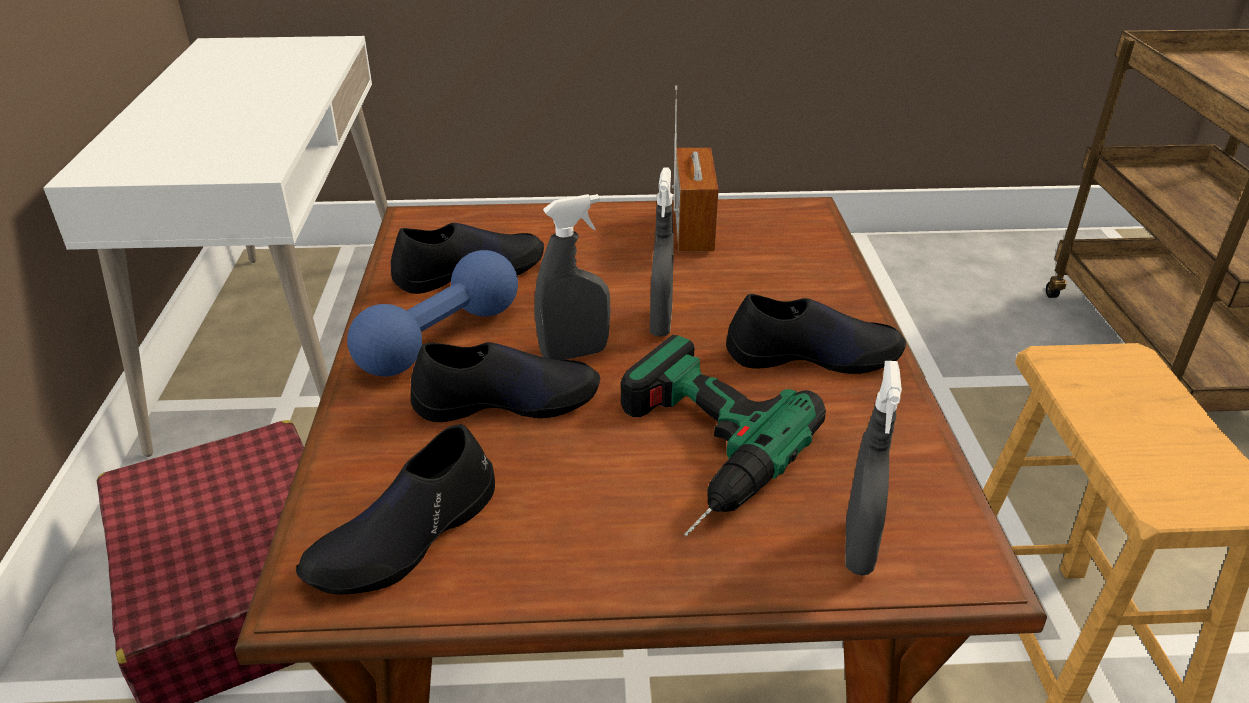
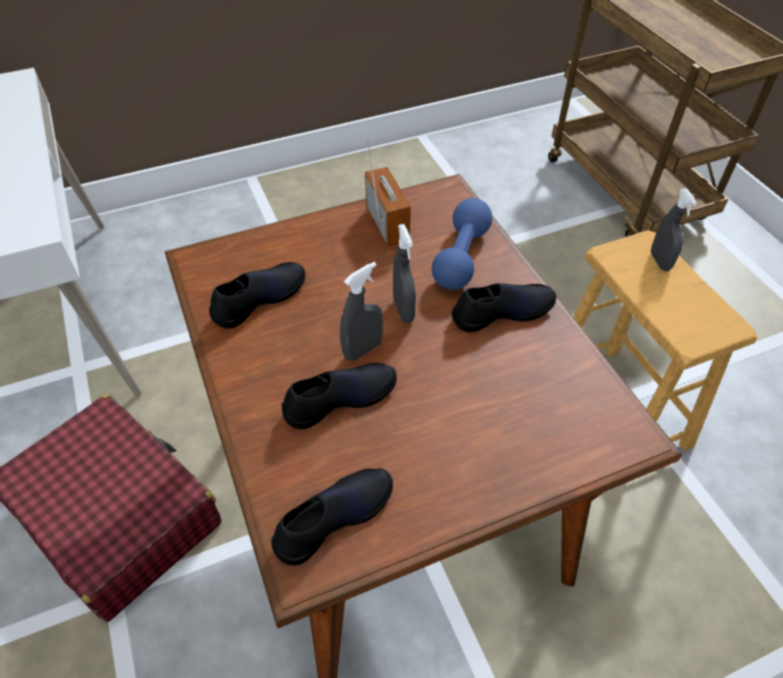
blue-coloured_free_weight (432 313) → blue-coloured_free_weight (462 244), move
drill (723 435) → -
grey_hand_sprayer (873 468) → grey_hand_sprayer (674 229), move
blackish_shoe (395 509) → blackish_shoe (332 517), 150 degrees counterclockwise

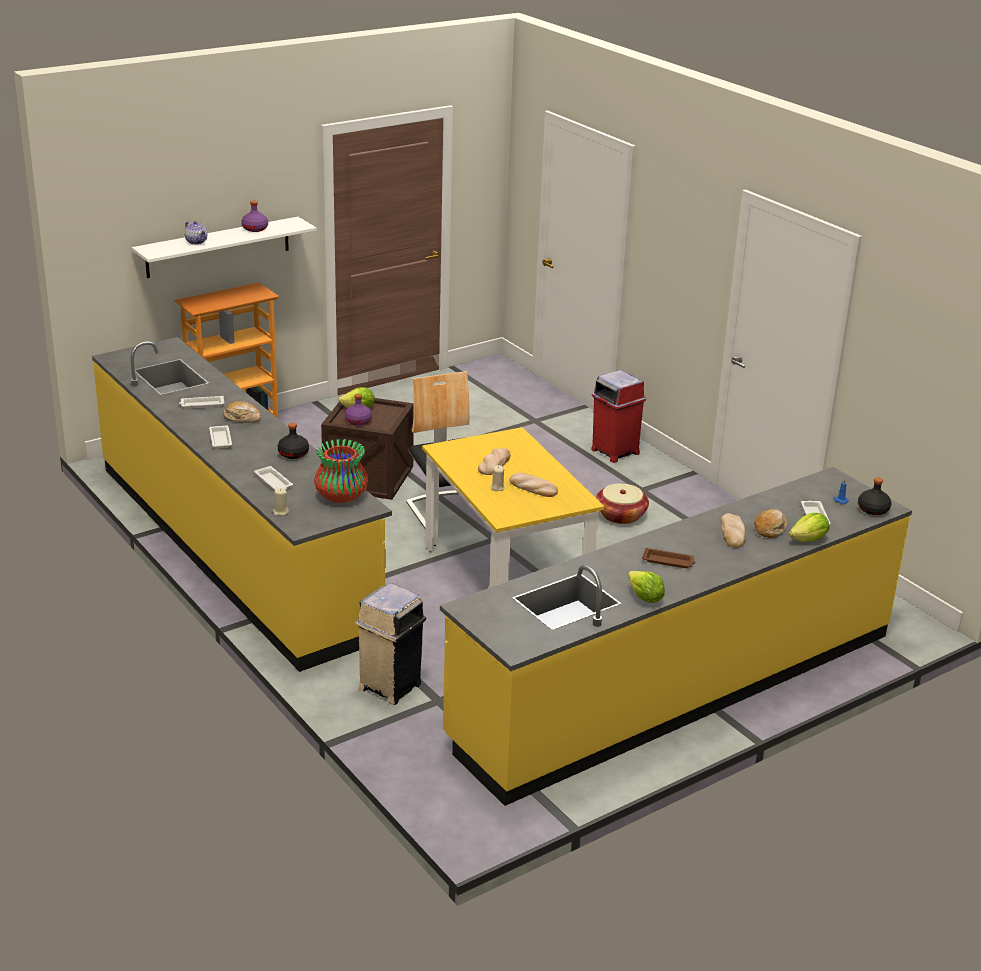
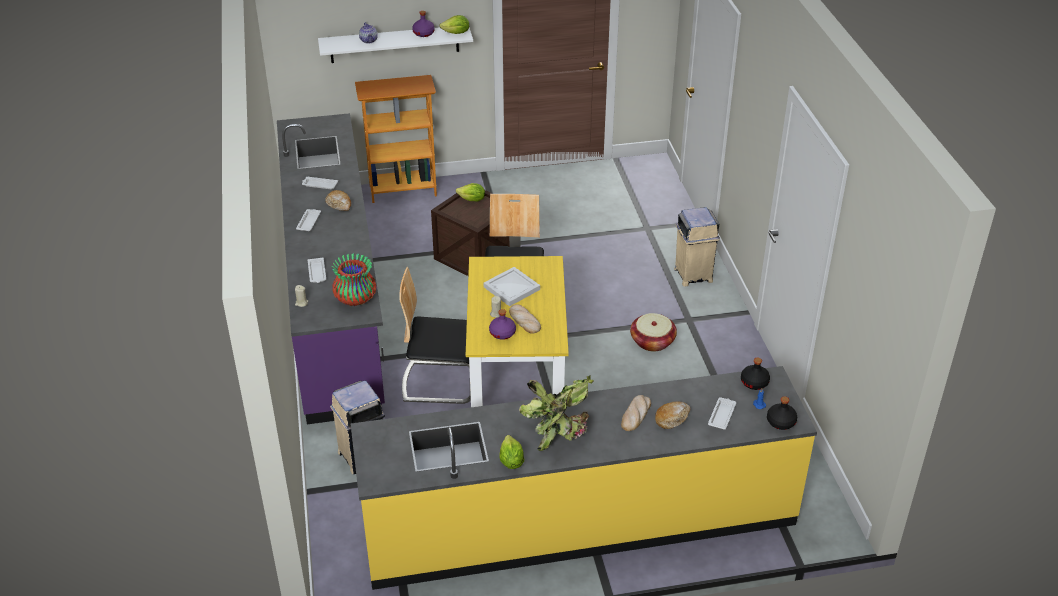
yellow_counter (242 504) → purple_counter (331 268)
reddish_rubbish_bin (618 416) → beige-coloured_rubbish_bin (697 246)
purple_bottle (358 410) → purple_bottle (502 324), move
blackish_bottle (293 441) → blackish_bottle (755 374), move
bread (494 461) → white-coloured_tray (512 287)
lettuce_head (809 527) → lettuce_head (454 24), move
brownish_tray (669 557) → plant_in_a_pot (556 413)
- → plain_chair (435 335)

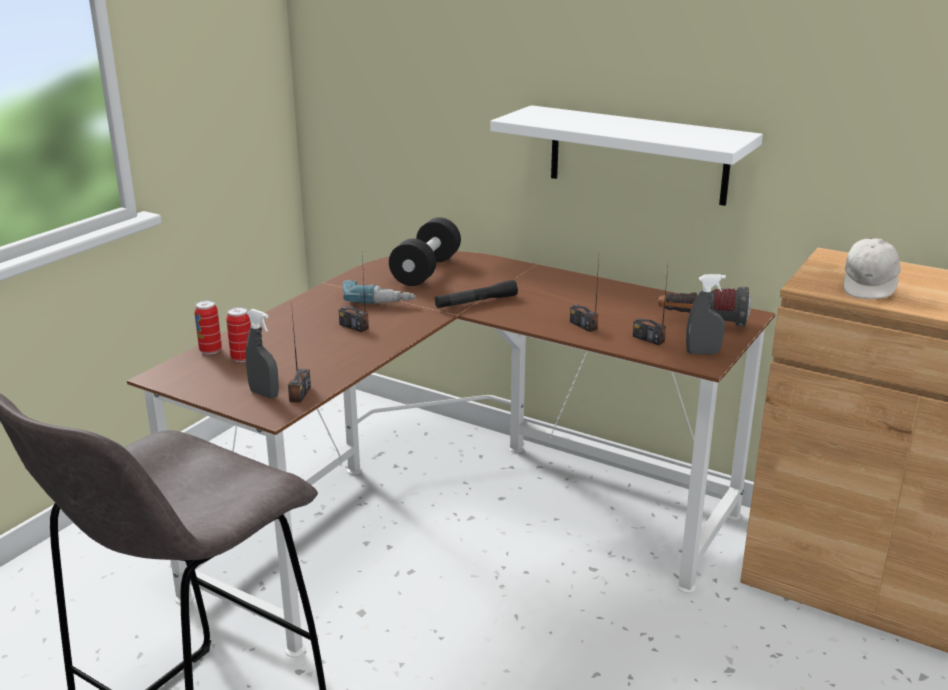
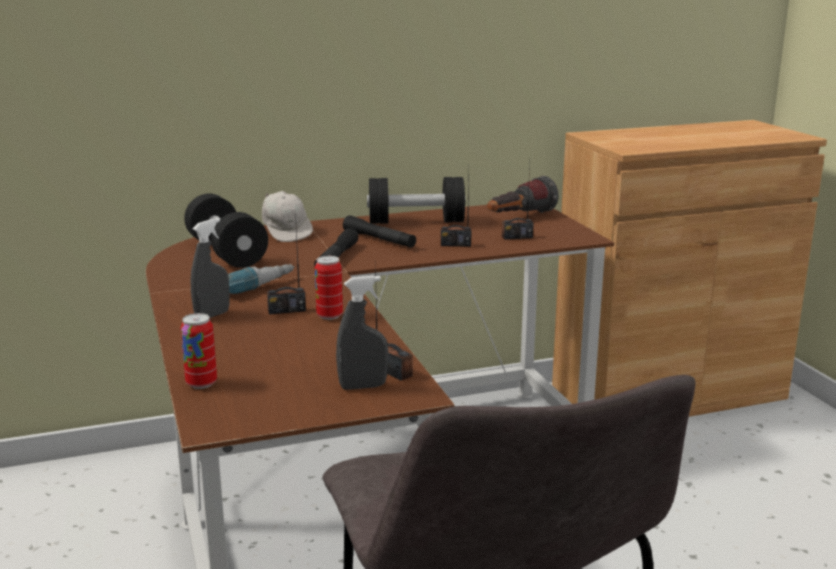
white-coloured_wall_shelf (626 155) → -
white-coloured_peaked_cap (872 268) → white-coloured_peaked_cap (287 216), move
grey_hand_sprayer (706 314) → grey_hand_sprayer (210 268), move
metal_can (238 334) → metal_can (329 288), move
- → blackish_free_weight (416 200)
- → blackish_torch (379 231)

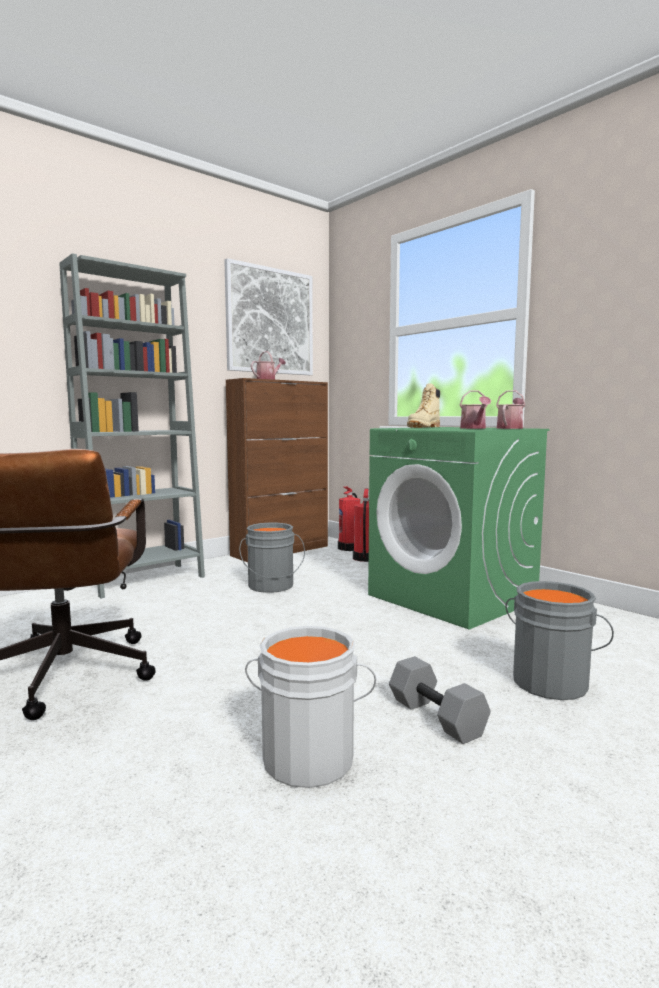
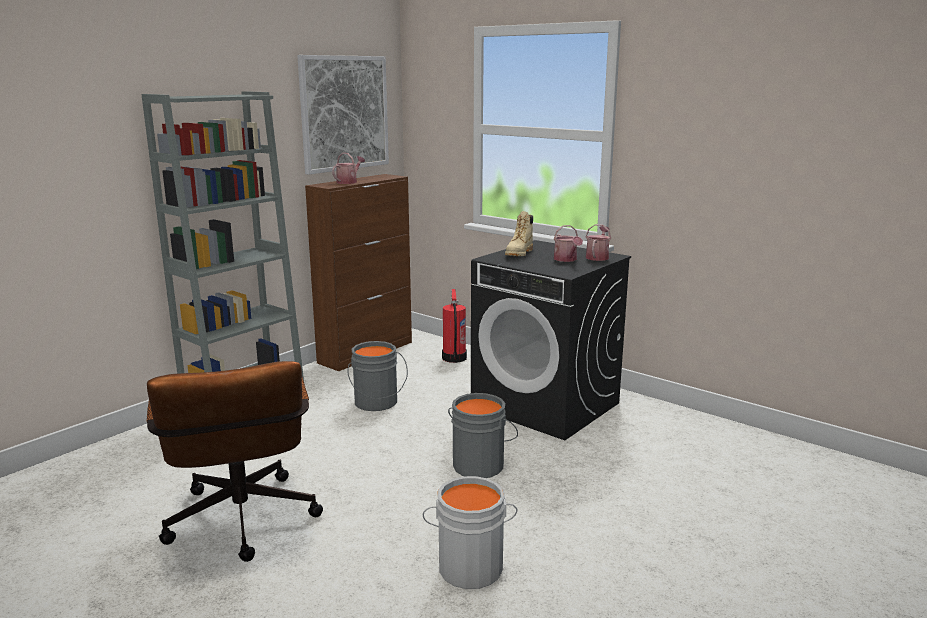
green_washing_machine (458 528) → blackish_washing_machine (551 340)
fire_extinguisher (349 518) → -
grey_pail (559 640) → grey_pail (483 435), move
grey_free_weight (440 700) → -

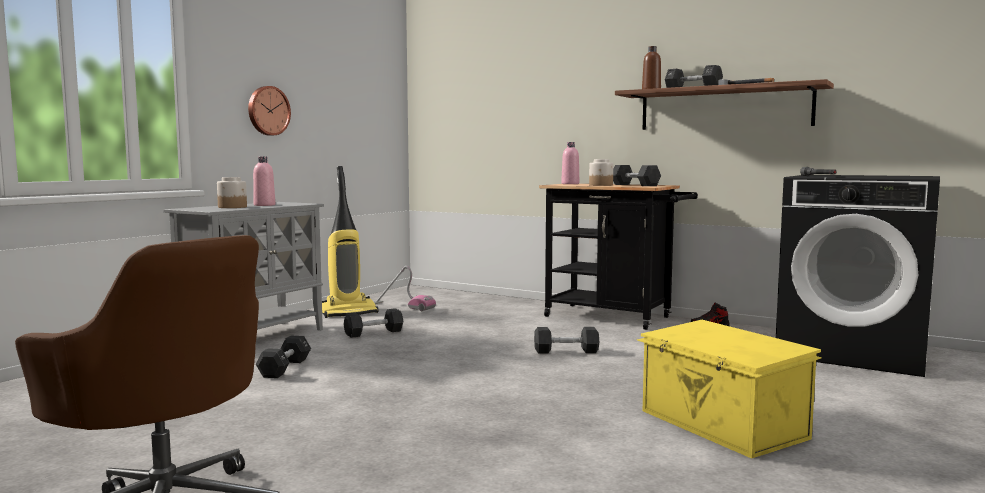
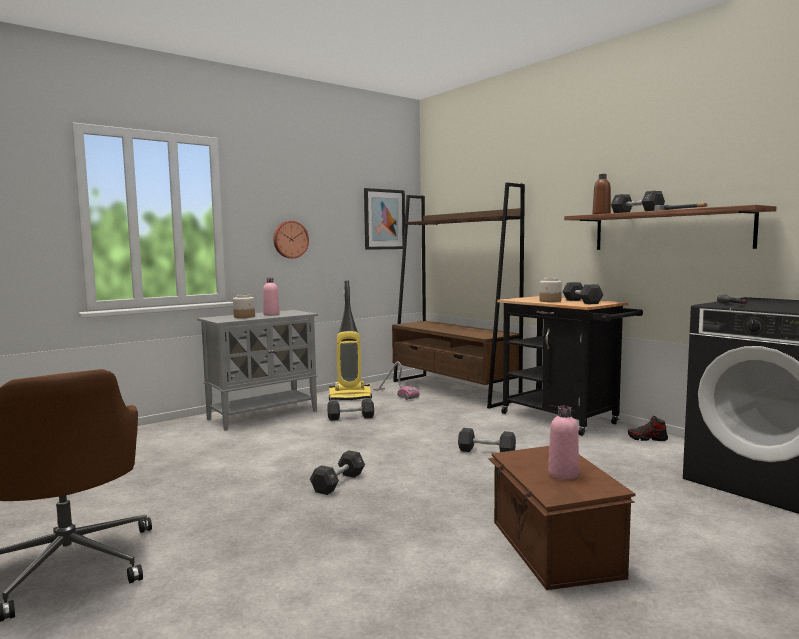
pink-coloured_bottle (570 163) → pink-coloured_bottle (563 442), move
yellow_storage_bin (729 389) → brownish_storage_bin (561 518)
blackish_free_weight (283 357) → blackish_free_weight (337 472), move
- → brownish_bookcase (458 296)
- → wall_picture (384 219)

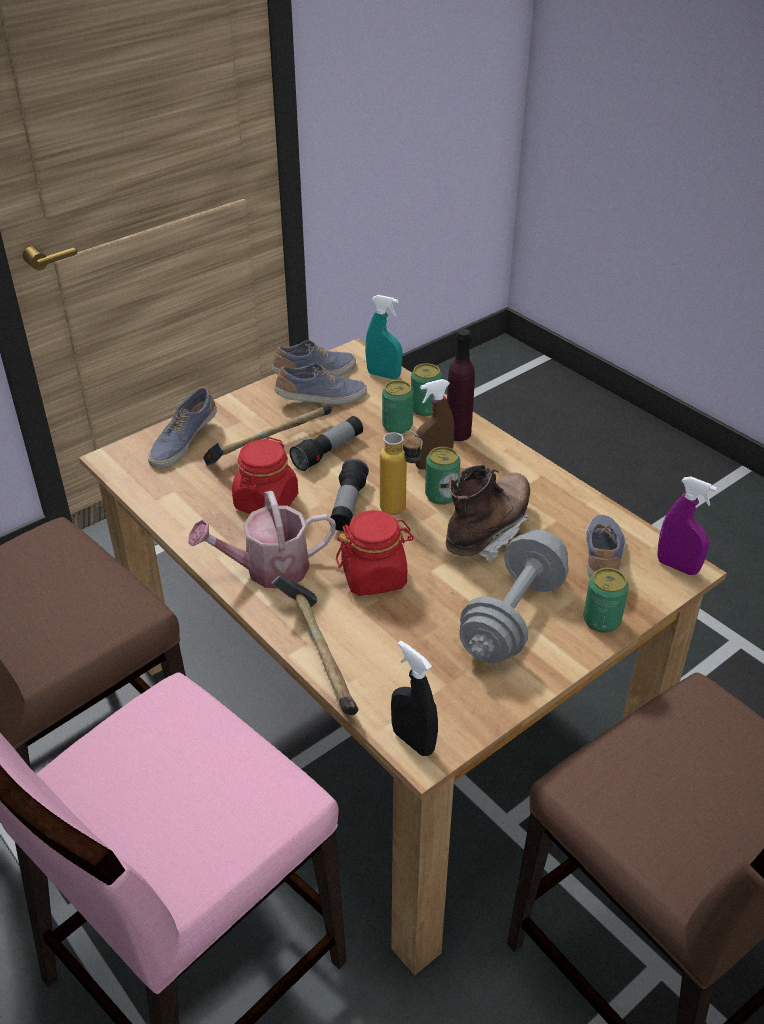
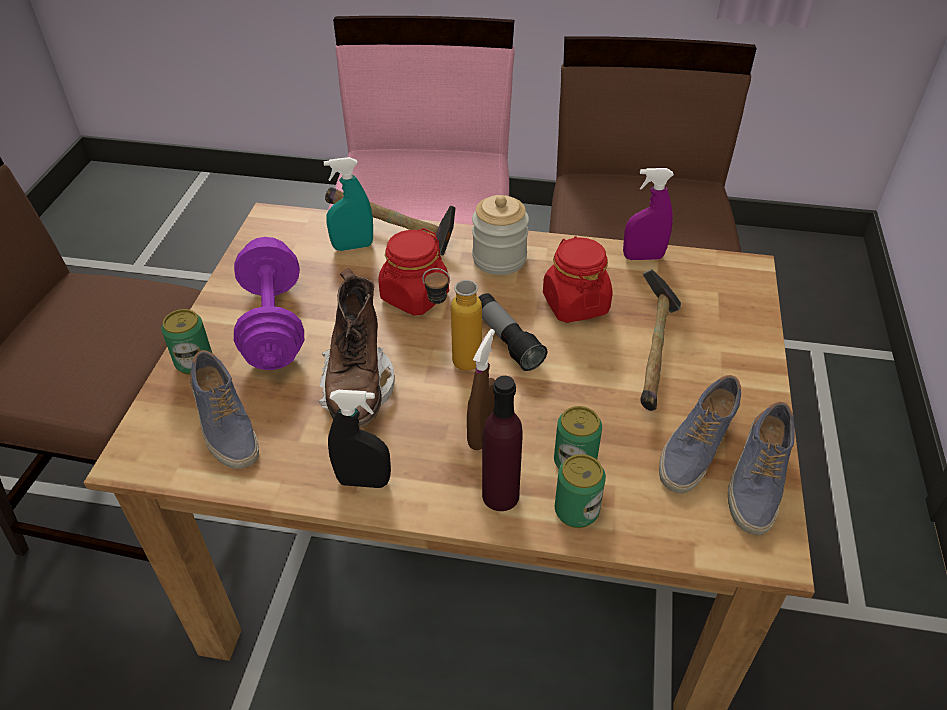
blue-green_hand_sprayer (383 337) → blue-green_hand_sprayer (348 204), move
shoe (182 427) → -
torch (326 443) → -
metal_can (442 476) → -
purple_hand_sprayer (687 526) → purple_hand_sprayer (648 214), move
sprinkling_can (262 539) → jar (500 235)
grey_free_weight (514 597) → purple_free_weight (269 303)
blackish_hand_sprayer (414 698) → blackish_hand_sprayer (359 439), move

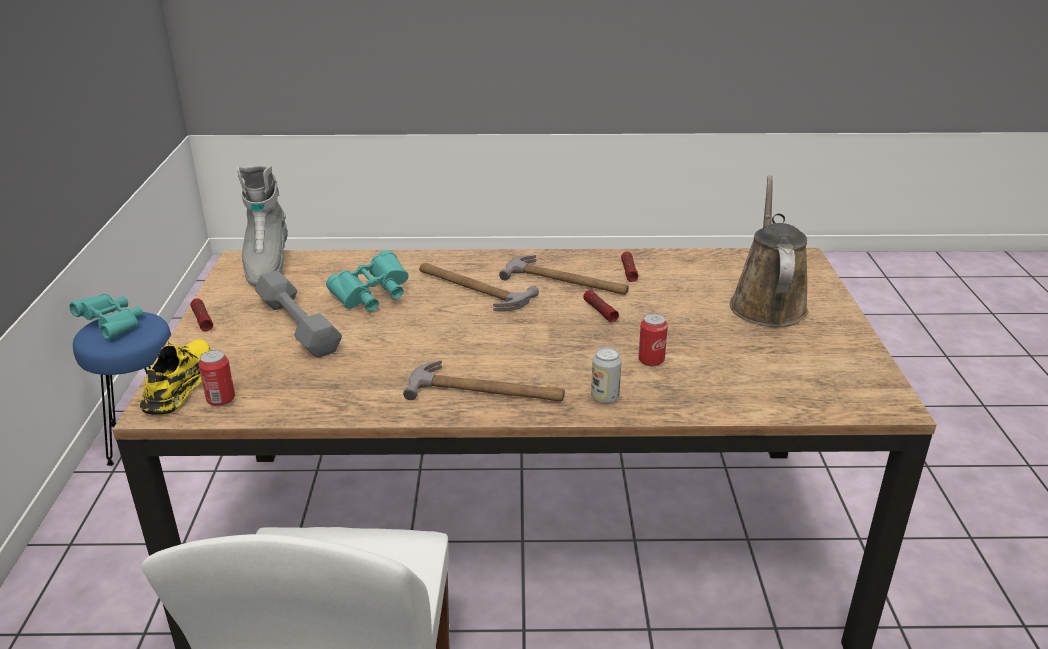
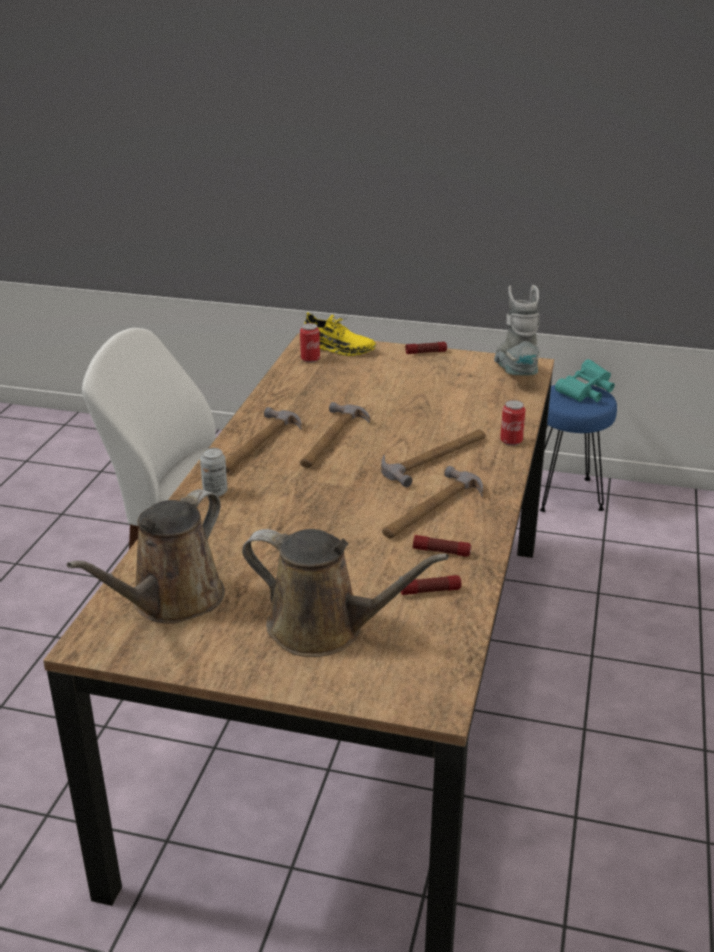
grey_high-top_boot (262 226) → grey_high-top_boot (517 330), 75 degrees clockwise
blue-green_binoculars (367 281) → -
grey_free_weight (298 314) → -
torch (601 306) → torch (431 585), move
metal_can (653 339) → metal_can (513 423), move
- → hand_hammer (335 435)
- → brownish_sprinkling_can (146 556)

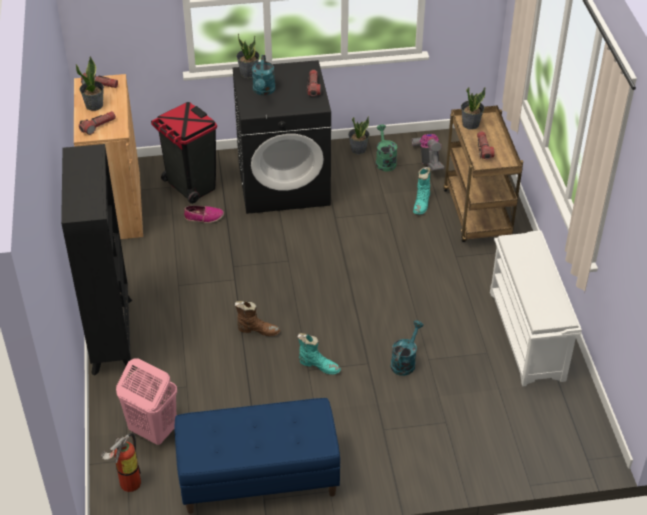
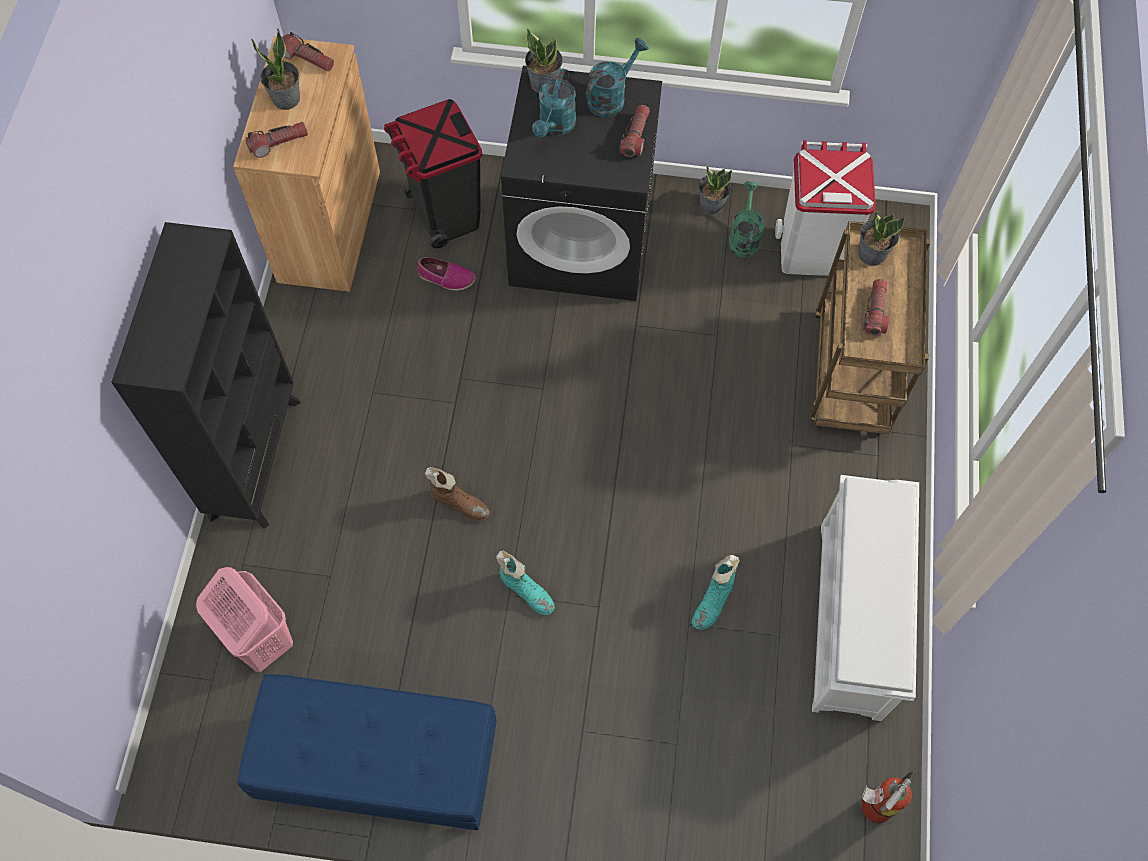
hoover (428 152) → white-coloured_rubbish_bin (825 208)
blue-green_high-top_boot (422 190) → blue-green_high-top_boot (716 592), move
blue-green_sprinkling_can (407 348) → blue-green_sprinkling_can (617 77), move
fire_extinguisher (121 462) → fire_extinguisher (888 797), move

